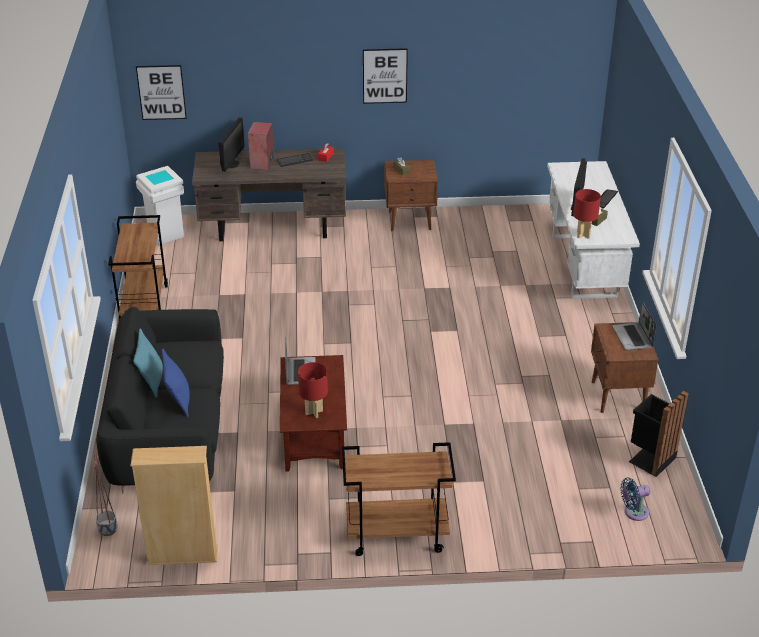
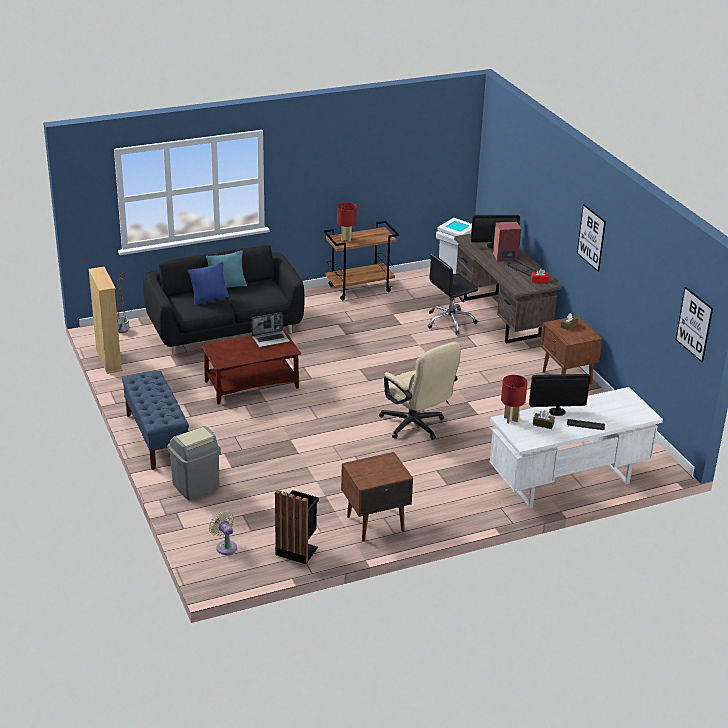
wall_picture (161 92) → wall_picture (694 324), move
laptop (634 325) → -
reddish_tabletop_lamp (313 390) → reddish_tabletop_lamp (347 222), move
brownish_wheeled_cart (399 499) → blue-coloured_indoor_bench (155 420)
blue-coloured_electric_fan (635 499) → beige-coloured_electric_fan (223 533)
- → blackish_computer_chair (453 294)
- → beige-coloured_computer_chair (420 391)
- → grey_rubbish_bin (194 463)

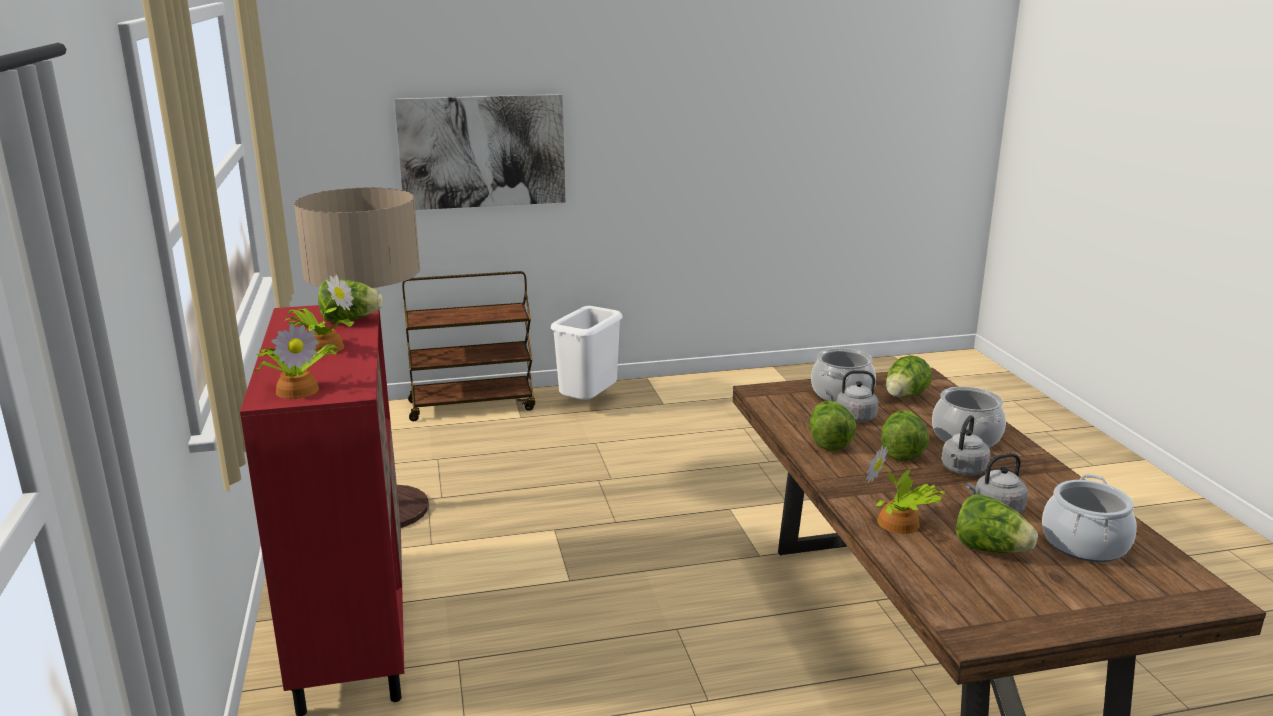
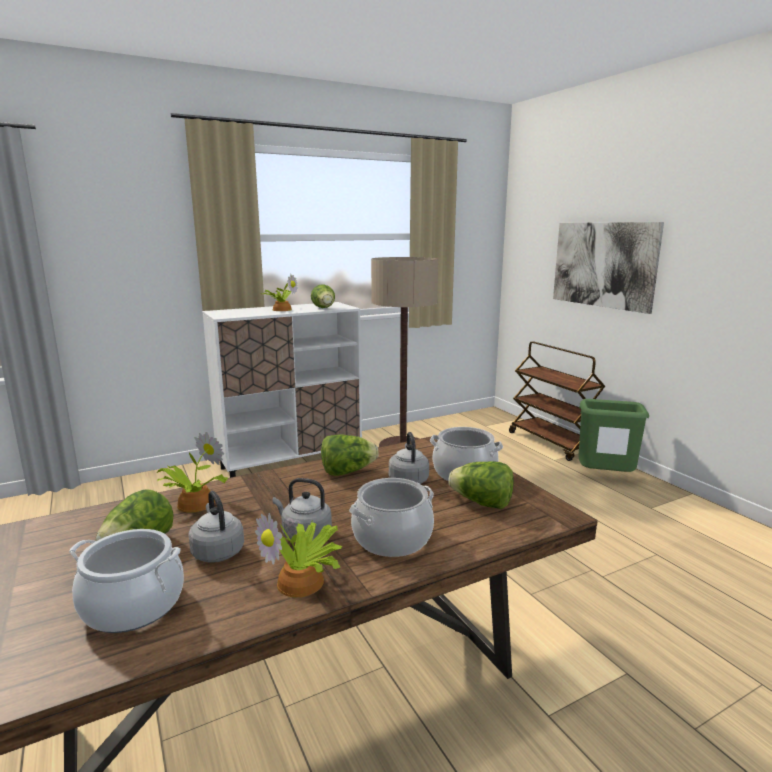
reddish_cupboard (322 510) → white-coloured_cupboard (282 390)
white-coloured_rubbish_bin (587 353) → green_rubbish_bin (613 435)
plant_in_a_pot (296 361) → plant_in_a_pot (298 555), move
lettuce_head (905 435) → -

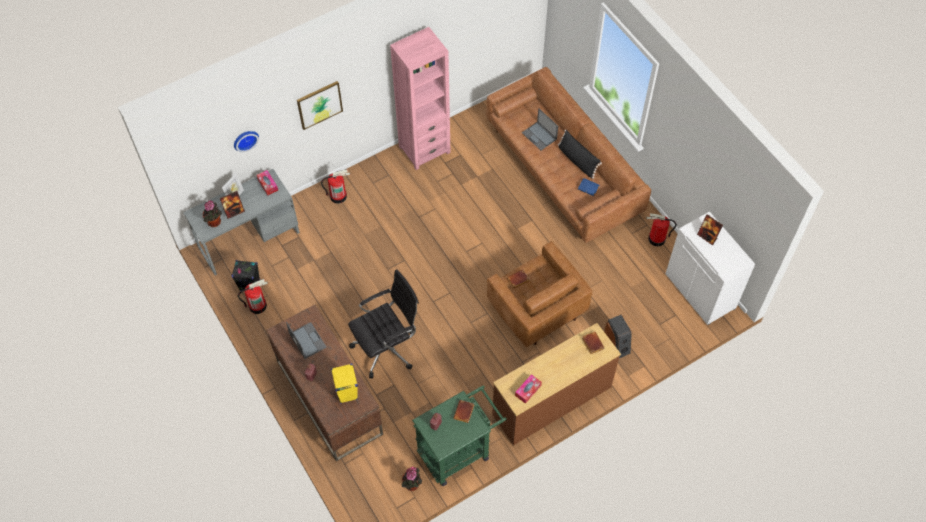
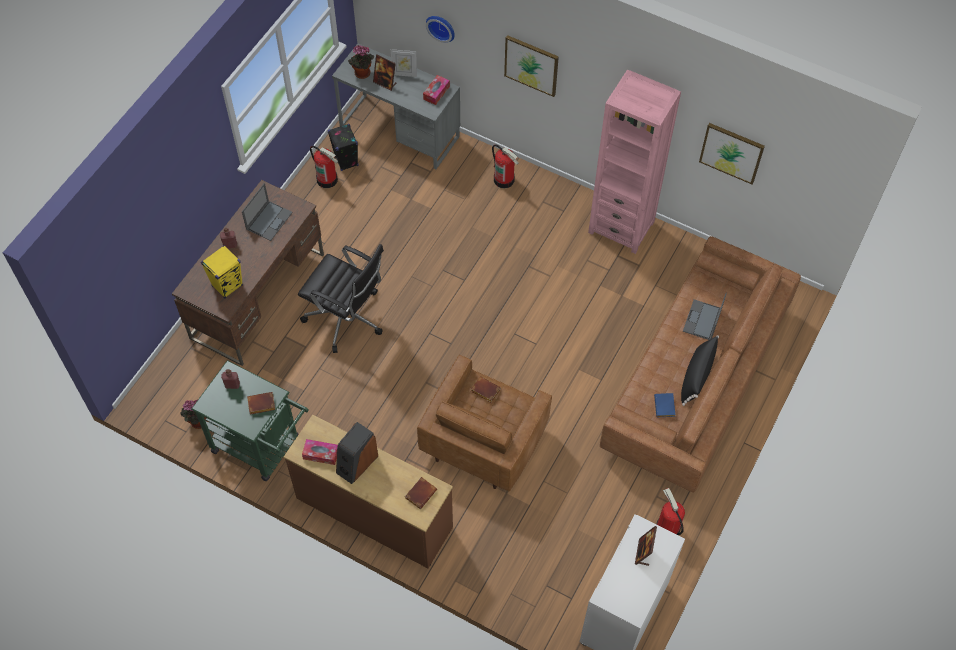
loudspeaker (618 336) → loudspeaker (357 453), move
- → wall_picture (732 154)

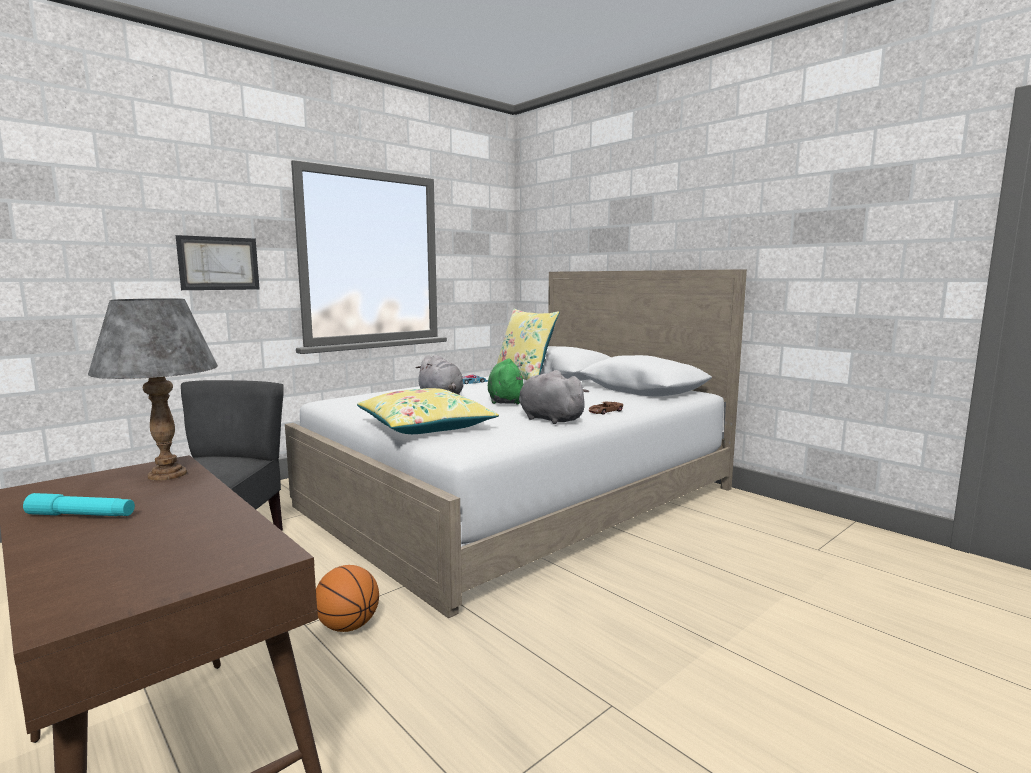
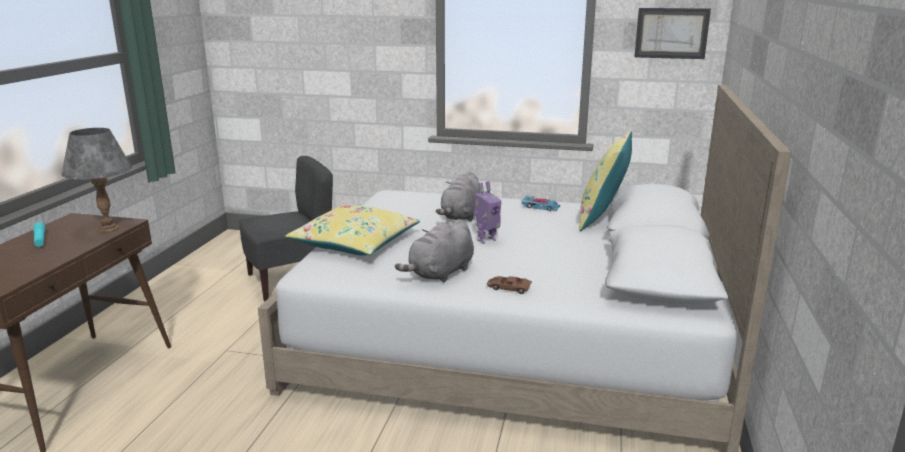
wall_picture (218 262) → wall_picture (672 33), move
green_soft_toy (505 381) → robot_figure (487 212)
grey_soft_toy (554 397) → grey_soft_toy (434 251), 150 degrees counterclockwise
basketball (347 598) → -

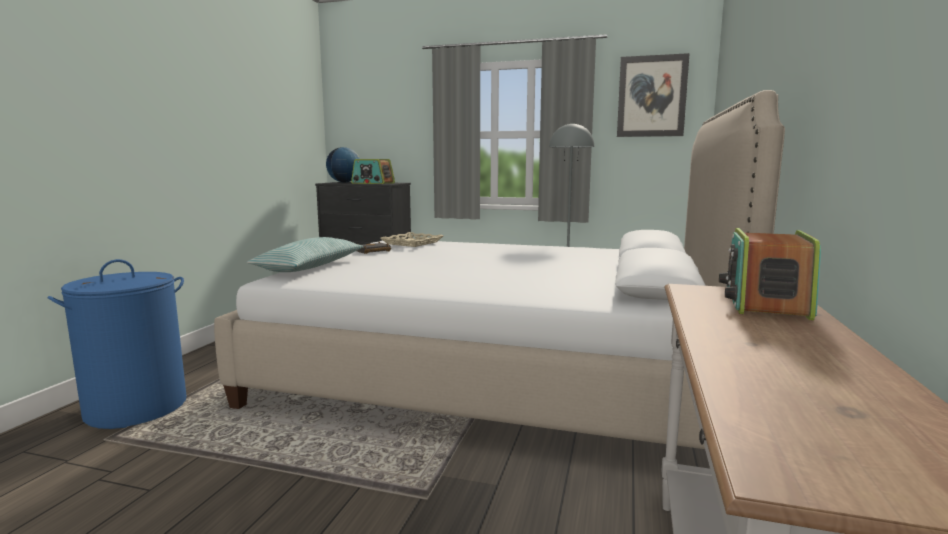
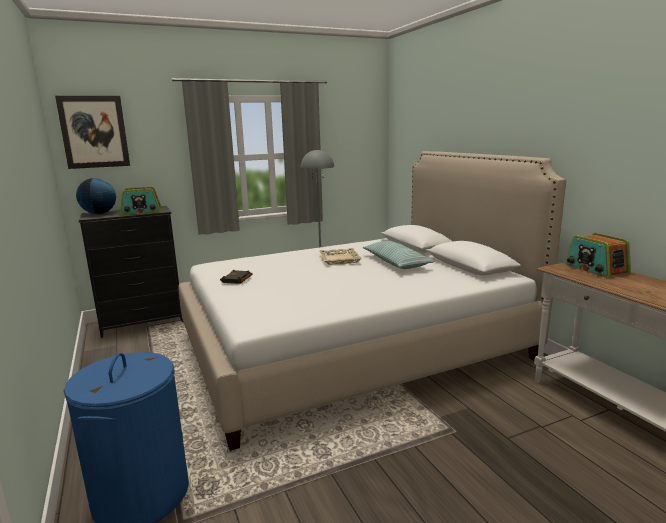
wall_picture (653 95) → wall_picture (92 132), move
beige-coloured_tray (412 239) → beige-coloured_tray (340 256), move
pillow (305 254) → pillow (399 255), move

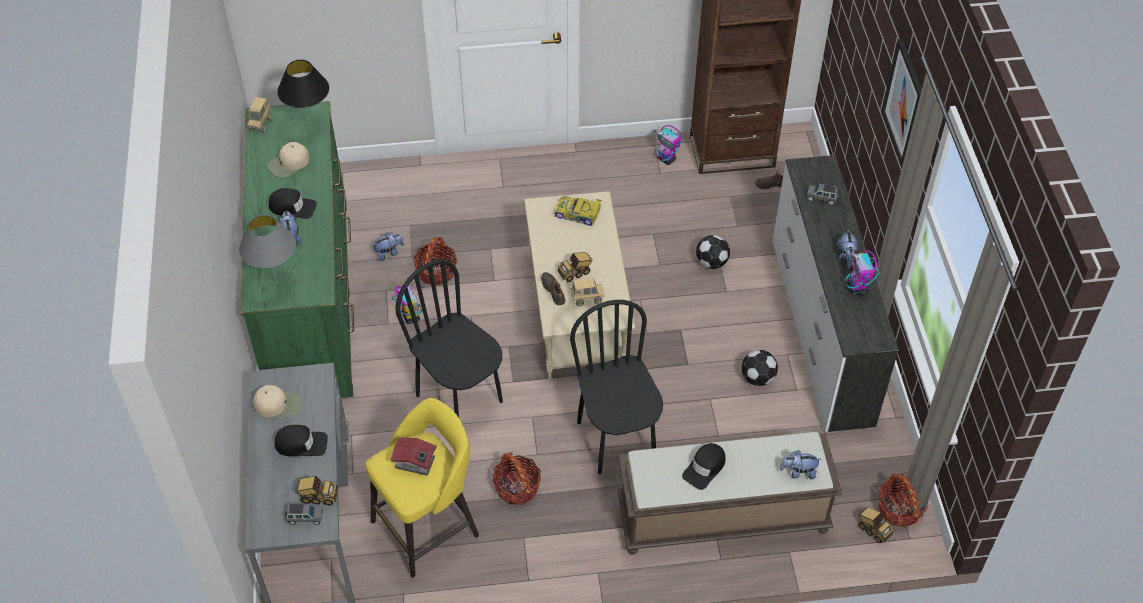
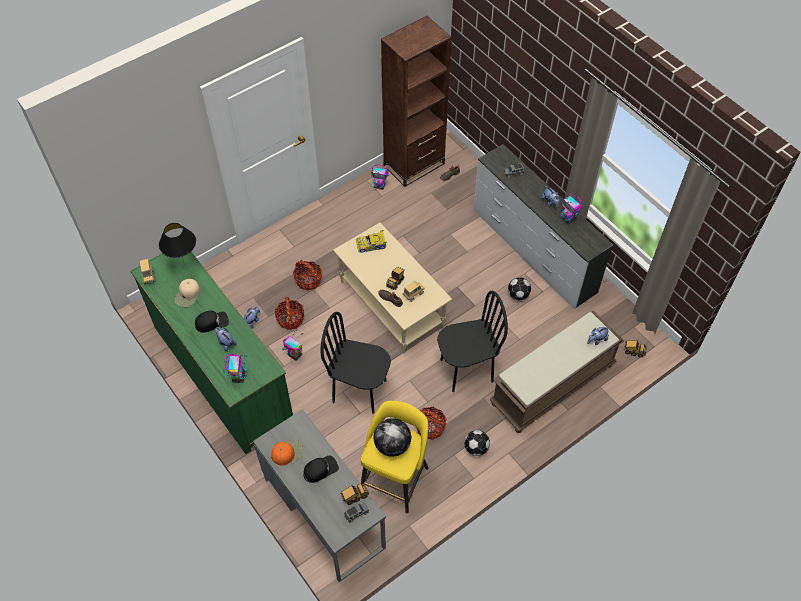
wall_picture (902 102) → -
grey_tabletop_lamp (267 249) → robot_figure (235 368)
football (713 252) → football (477 443), move
blackish_plain_chair (616 387) → blackish_plain_chair (472 341), 120 degrees clockwise
beige-coloured_peaked_cap (277 402) → orange_peaked_cap (287 453)
toy_house (414 456) → desk_globe (392 437)
blackish_peaked_cap (704 466) → -
storage_basket (903 500) → storage_basket (307 275), move

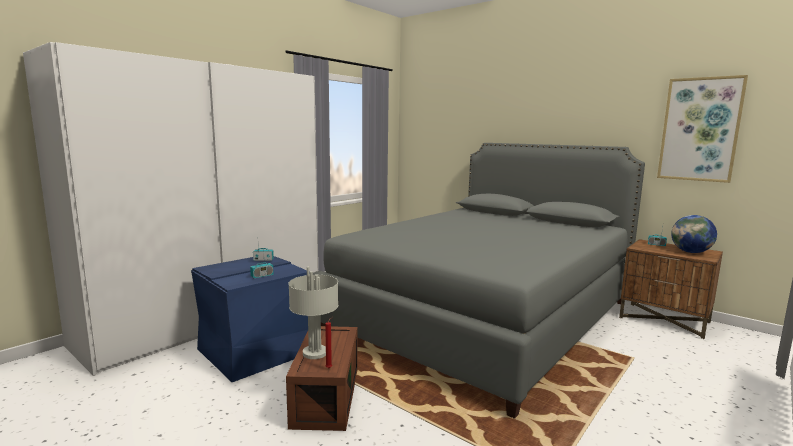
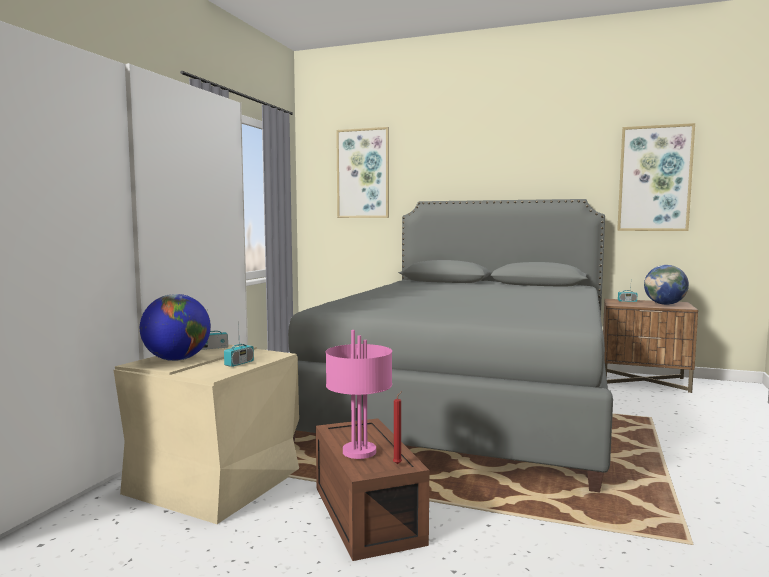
blue-coloured_storage_bin (249 319) → beige-coloured_storage_bin (206 434)
grey_tabletop_lamp (313 313) → pink-coloured_tabletop_lamp (359 394)
- → wall_picture (362 172)
- → desk_globe (175 327)

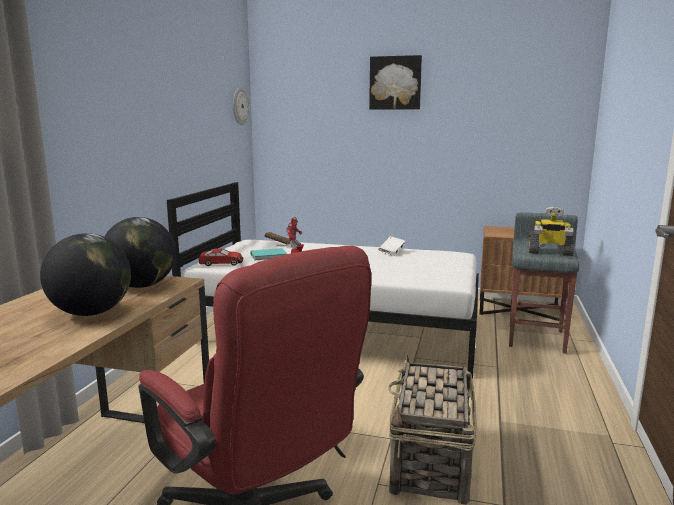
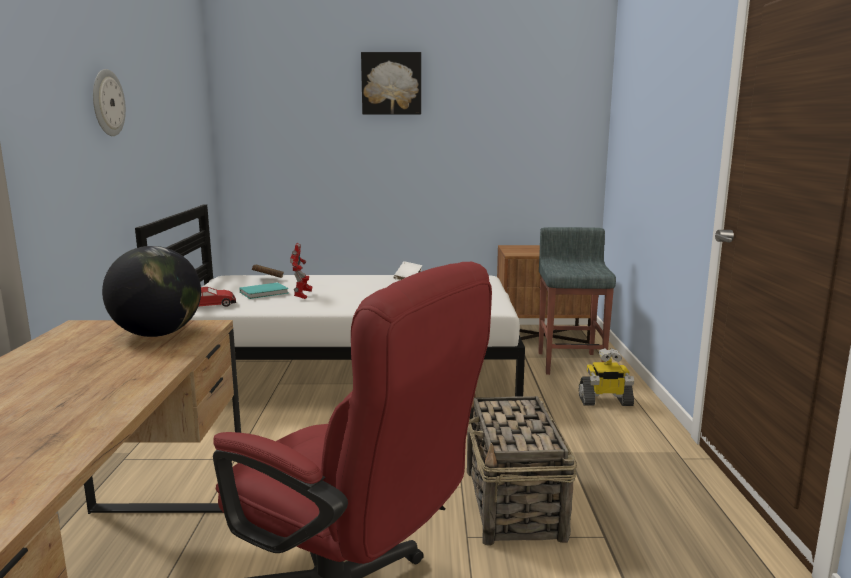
wall_clock (241 106) → wall_clock (109 102), move
robot_figure (551 231) → robot_figure (606 377), move
desk_globe (85 274) → -

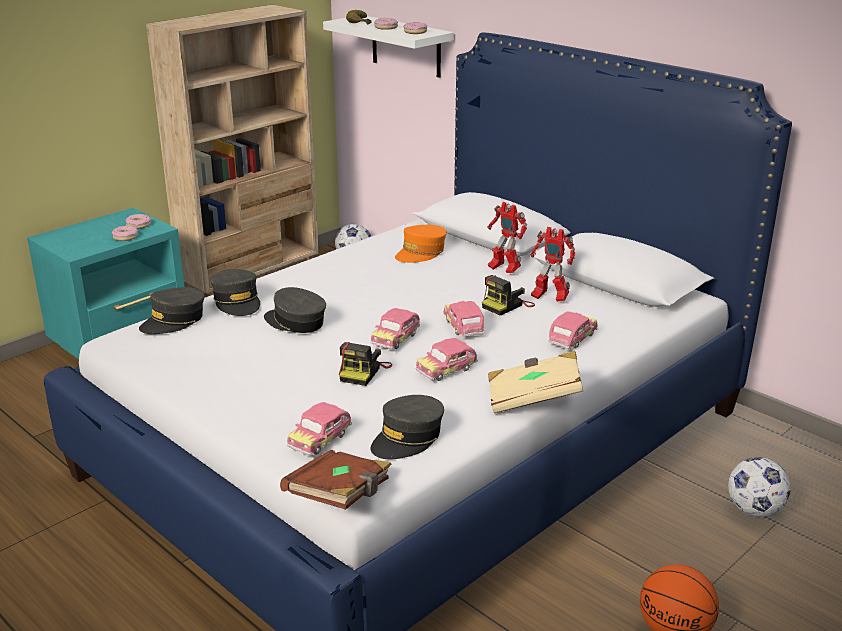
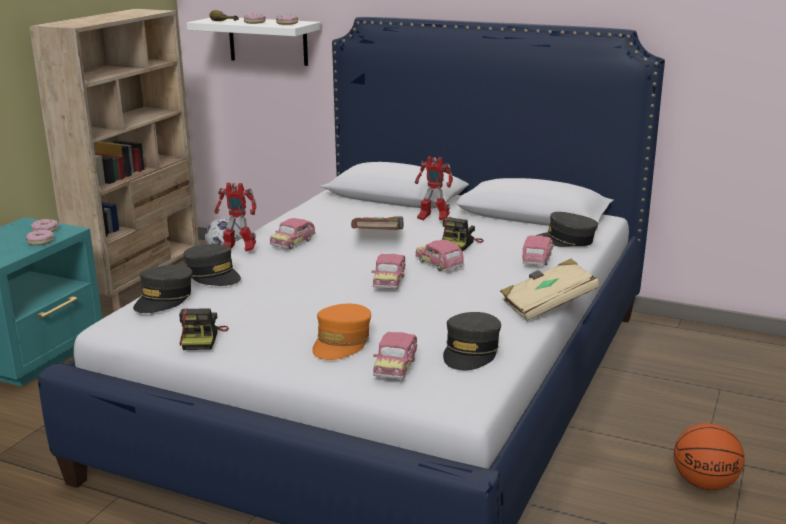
orange_peaked_cap (421 244) → orange_peaked_cap (341 332), move
robot_figure (553 264) → robot_figure (235 217), move
grey_peaked_cap (295 310) → grey_peaked_cap (567 229), move
toy_car (447 359) → toy_car (293 234), move
still_camera (365 364) → still_camera (204 329), move
brownish_bound_book (336 480) → brownish_bound_book (377 223), move
football (759 487) → -

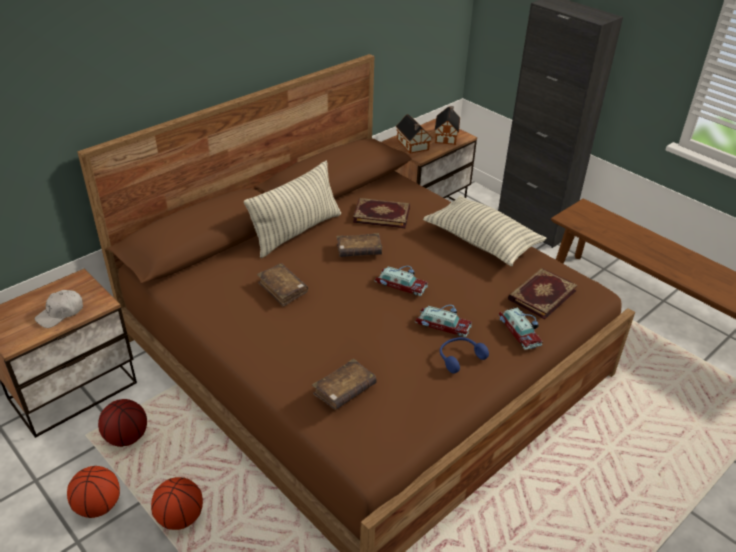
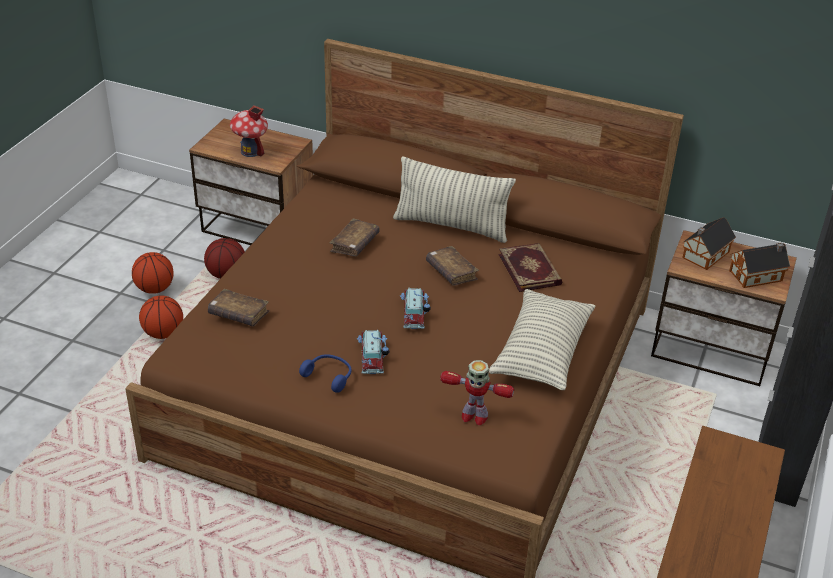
bound_book (543 293) → robot_figure (477 392)
white-coloured_peaked_cap (59 309) → toy_house (249 131)
toy_car (520 329) → -

